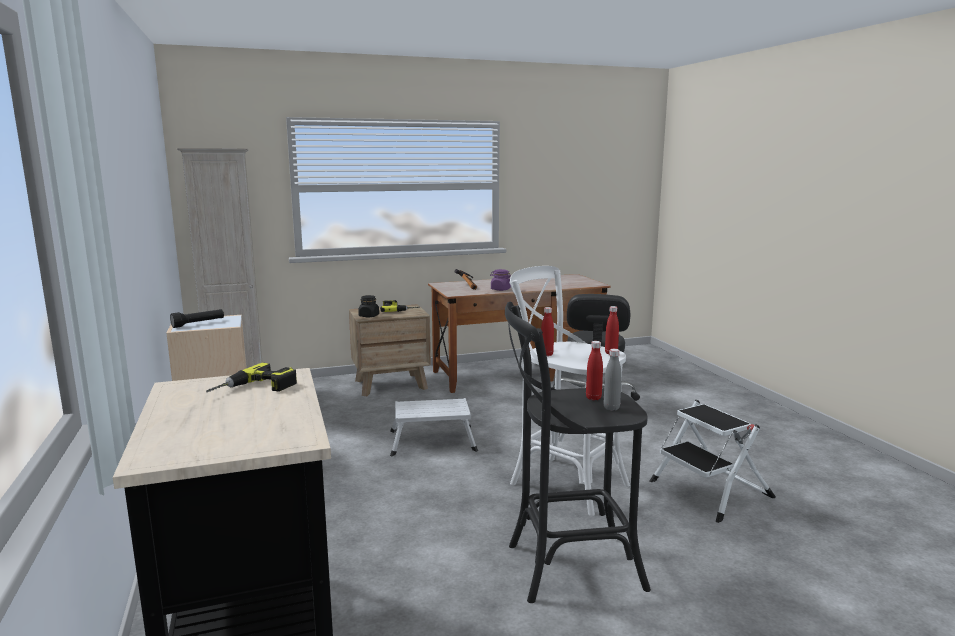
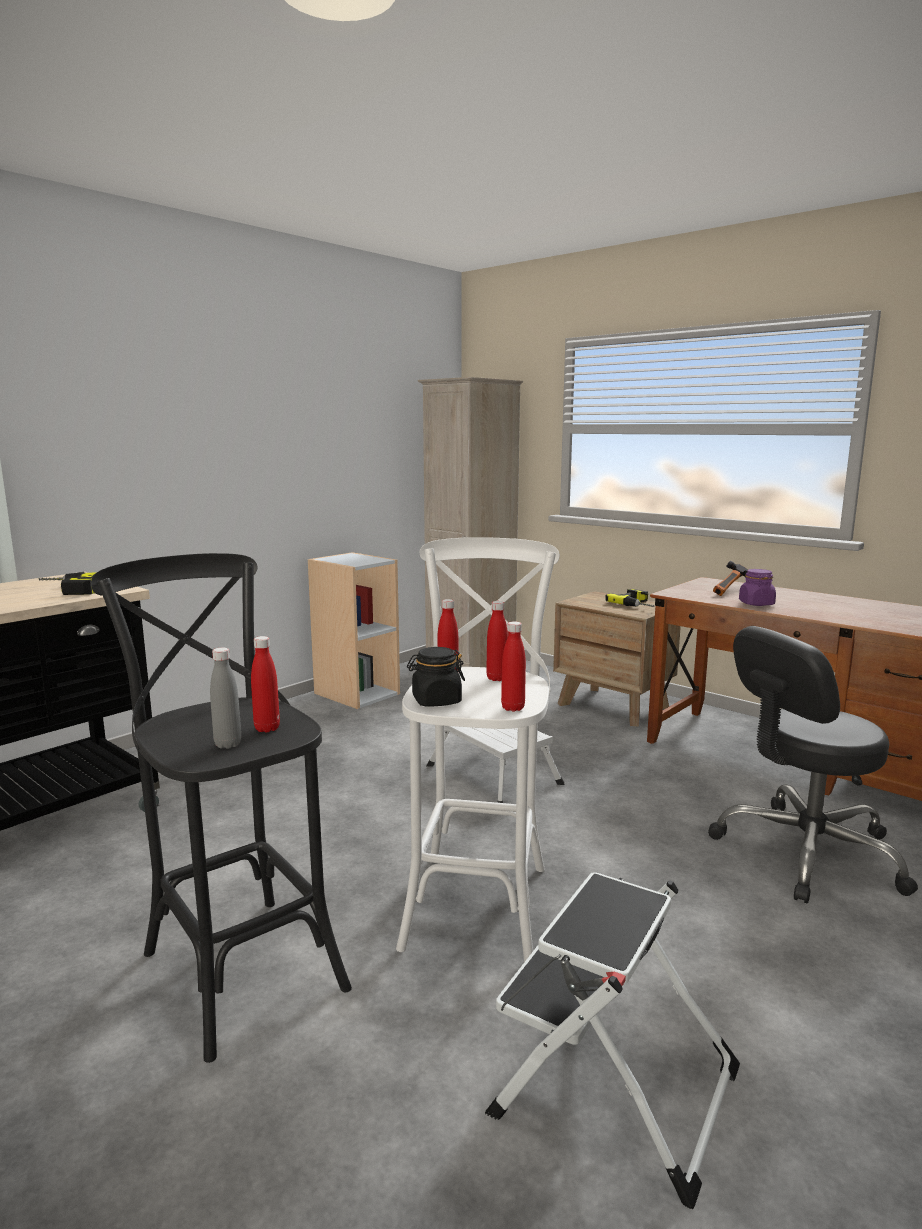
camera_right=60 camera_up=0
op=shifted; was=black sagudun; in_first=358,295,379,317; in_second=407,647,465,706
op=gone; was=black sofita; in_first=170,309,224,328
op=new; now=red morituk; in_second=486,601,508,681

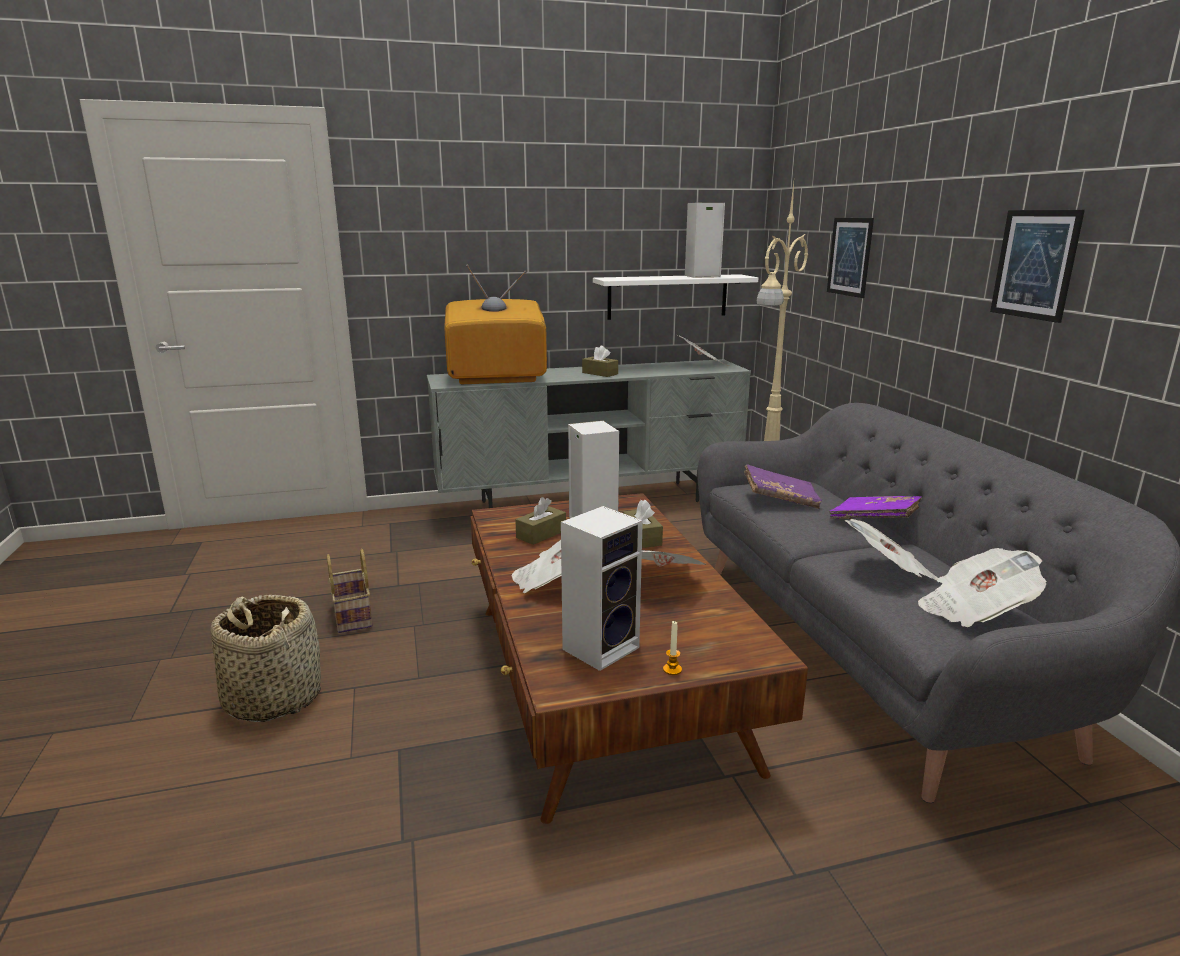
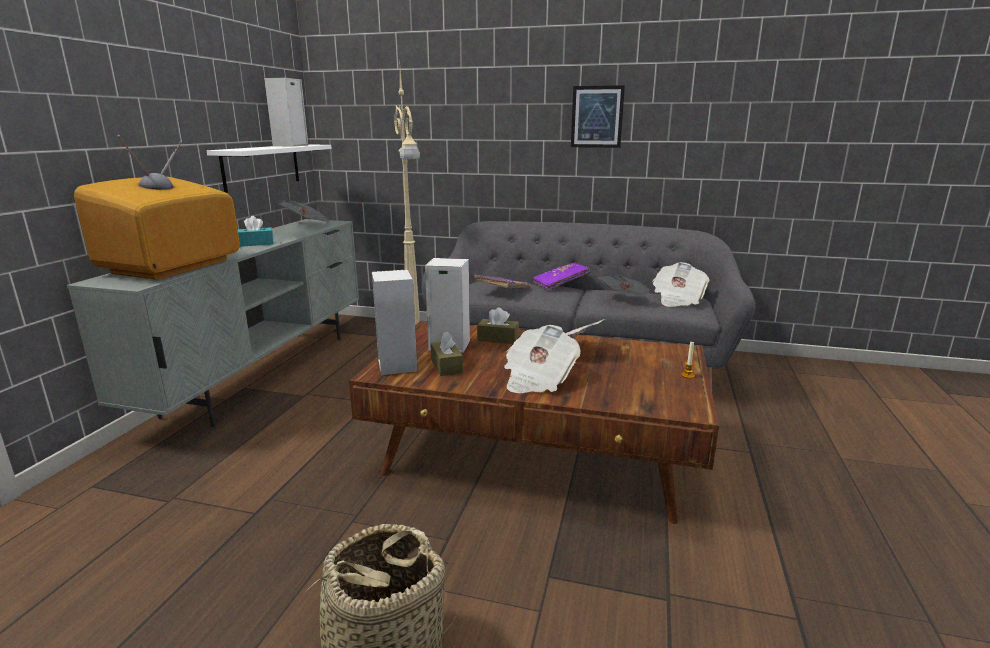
camera_right=-60 camera_up=0
op=gone; was=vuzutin; in_first=827,218,874,298
op=repainted; was=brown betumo; now=turquoise betumo; in_first=582,345,618,377; in_second=238,216,274,247
op=shifted; was=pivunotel; in_first=561,506,643,671; in_second=372,269,417,375
op=gone; was=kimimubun; in_first=327,549,372,633

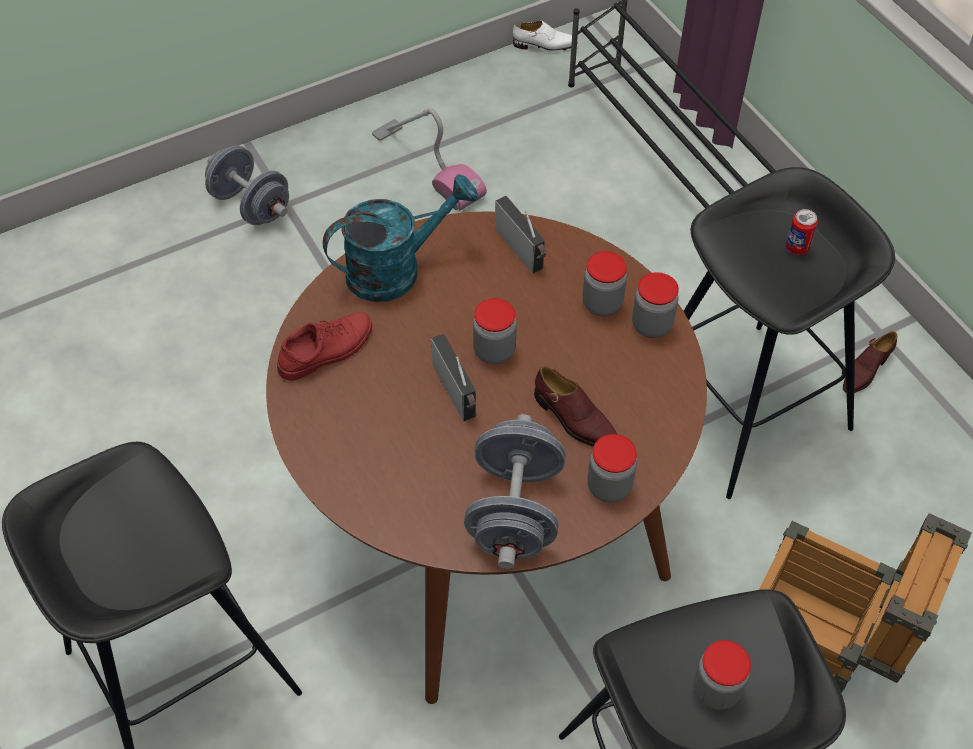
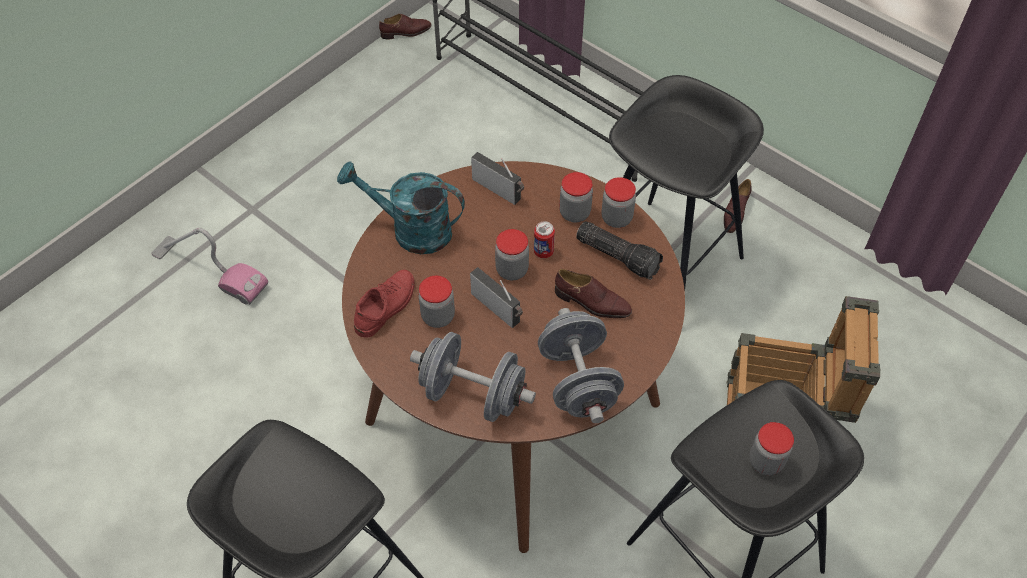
camera_right=-20 camera_up=0
op=repainted; was=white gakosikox; now=brown gakosikox; in_first=513,21,578,52; in_second=379,14,432,39
op=shifted; was=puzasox; in_first=372,109,487,211; in_second=151,228,268,305
op=shifted; was=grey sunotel; in_first=205,146,289,225; in_second=410,332,536,422
op=rotated; was=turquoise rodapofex; in_first=323,174,478,302; in_second=337,161,465,254; clockwise=-120
op=shifted; was=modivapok; in_first=786,209,818,255; in_second=534,221,555,258
op=shifted; was=sagudun; in_first=588,434,637,503; in_second=419,276,455,328
op=new; now=sofita; in_second=576,221,663,280

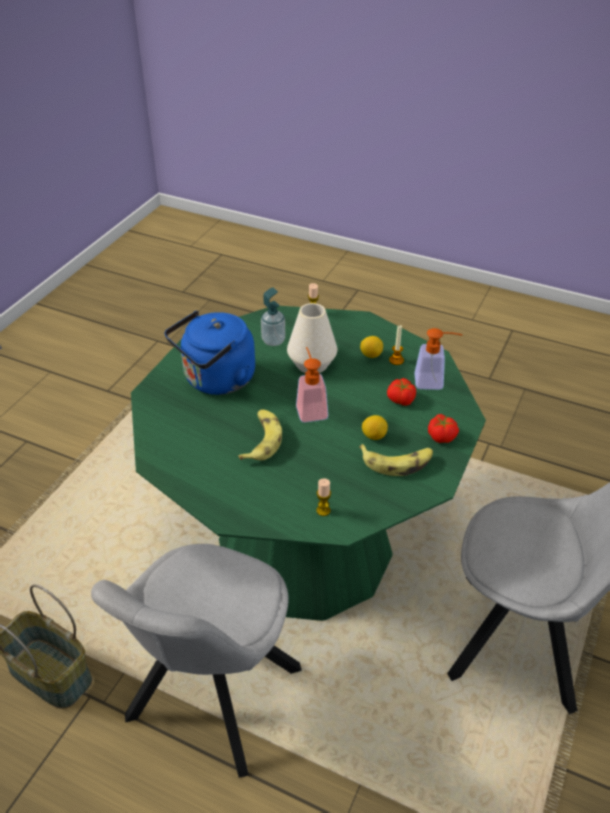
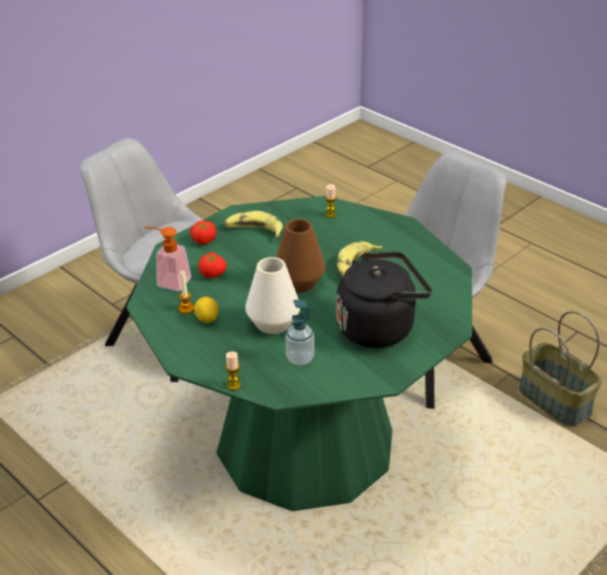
camera_right=-160 camera_up=-5
op=repainted; was=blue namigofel; now=black namigofel; in_first=164,310,255,395; in_second=336,252,432,348
op=swapped; was=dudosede; now=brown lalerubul; in_first=296,347,328,423; in_second=276,219,325,292
op=gone; was=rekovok; in_first=362,415,388,440

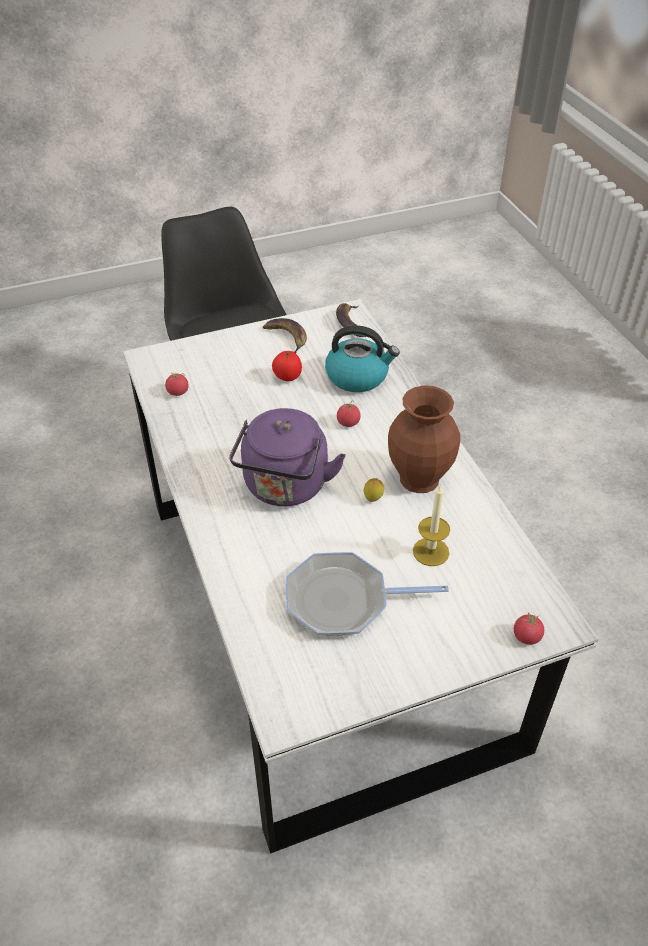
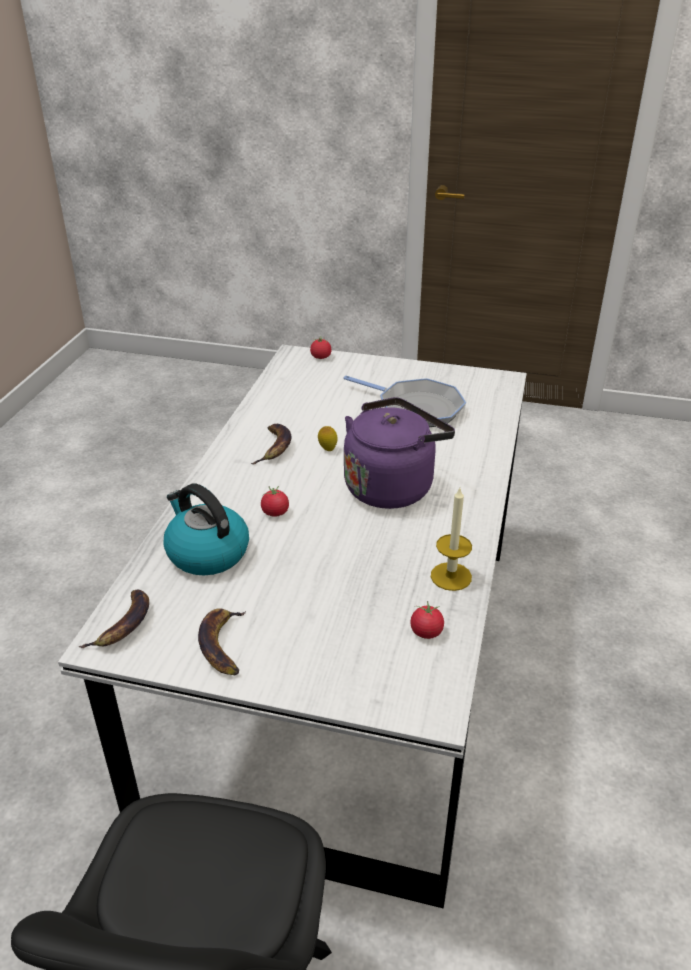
camera_right=-145 camera_up=-10
op=gone; was=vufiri; in_first=272,350,302,382
op=swapped; was=brown lalerubul; now=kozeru; in_first=388,385,460,493; in_second=251,424,292,464
op=shifted; was=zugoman; in_first=413,484,450,566; in_second=431,488,472,591

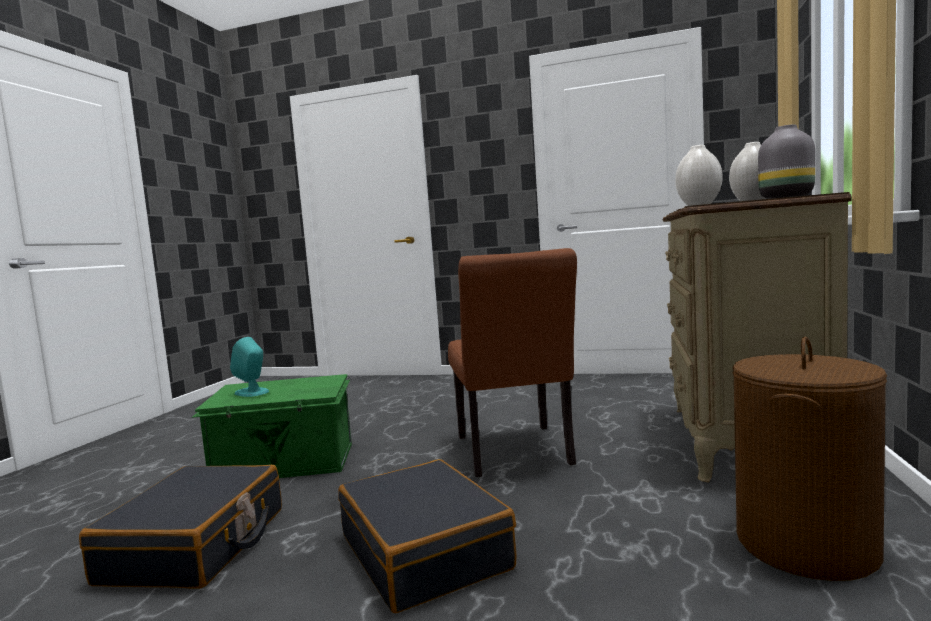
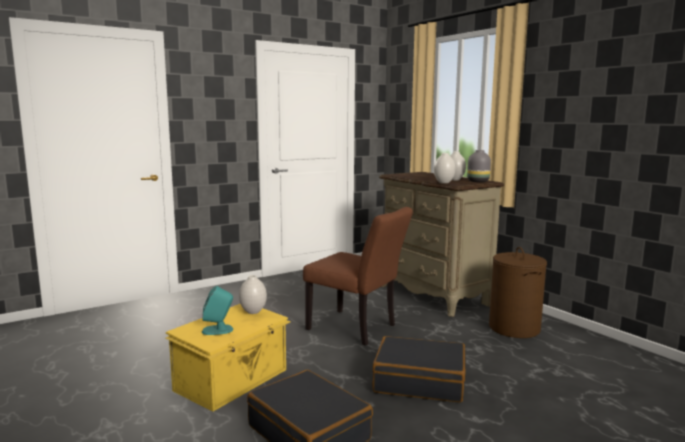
camera_right=-50 camera_up=5
op=repainted; was=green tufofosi; now=yellow tufofosi; in_first=192,374,352,478; in_second=166,304,291,411
op=new; now=white lalerubul; in_second=239,275,267,314

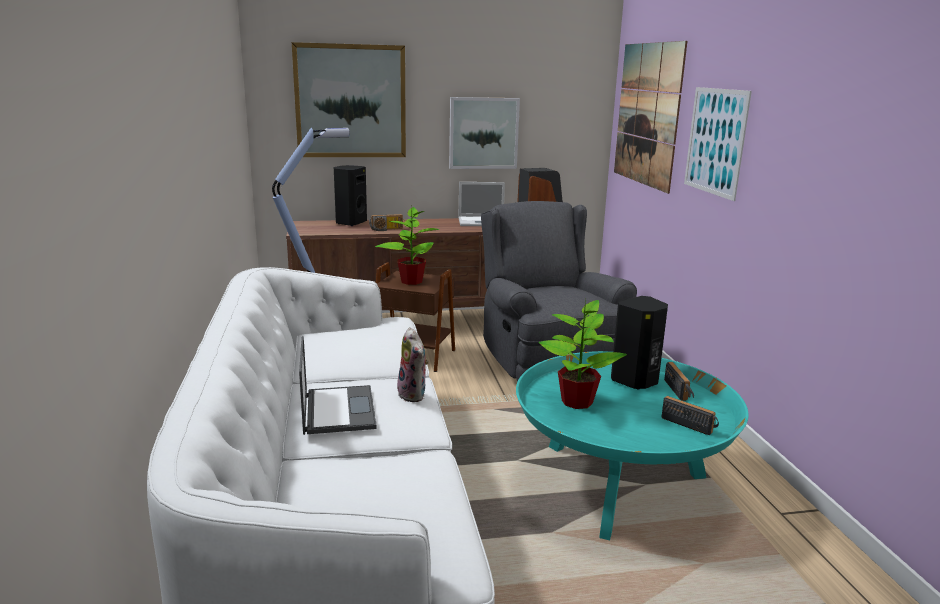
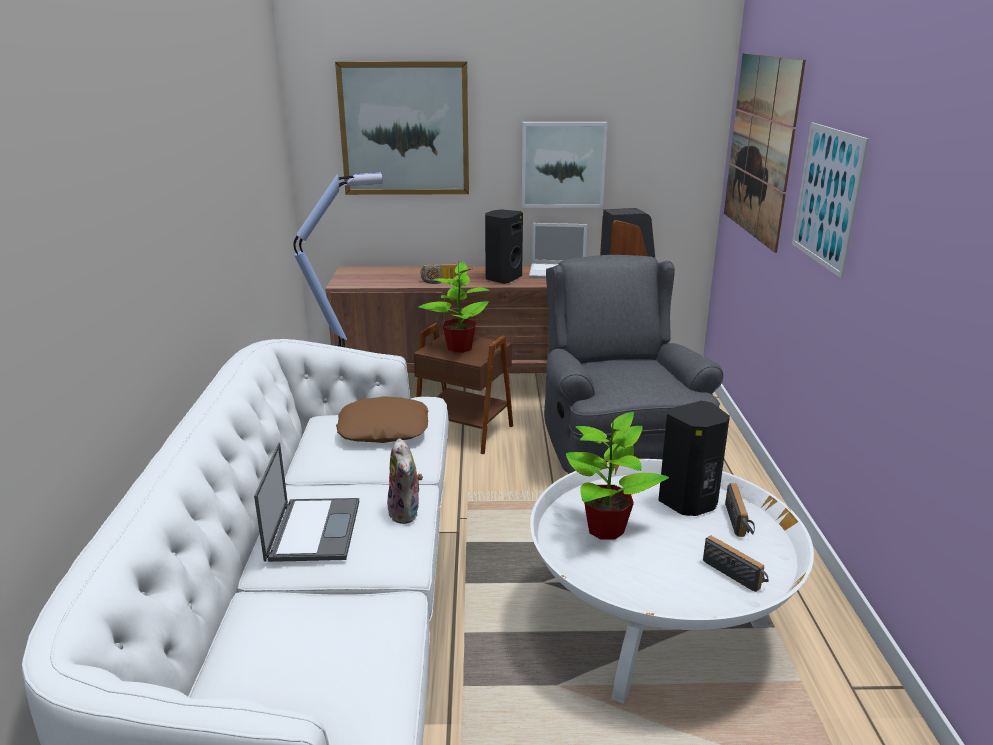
camera_right=10 camera_up=5
op=shifted; was=black pivunotel; in_first=334,165,367,226; in_second=485,209,523,284
op=repainted; was=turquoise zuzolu; now=white zuzolu; in_first=516,351,749,540; in_second=530,459,814,704
op=new; now=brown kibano; in_second=336,396,428,443

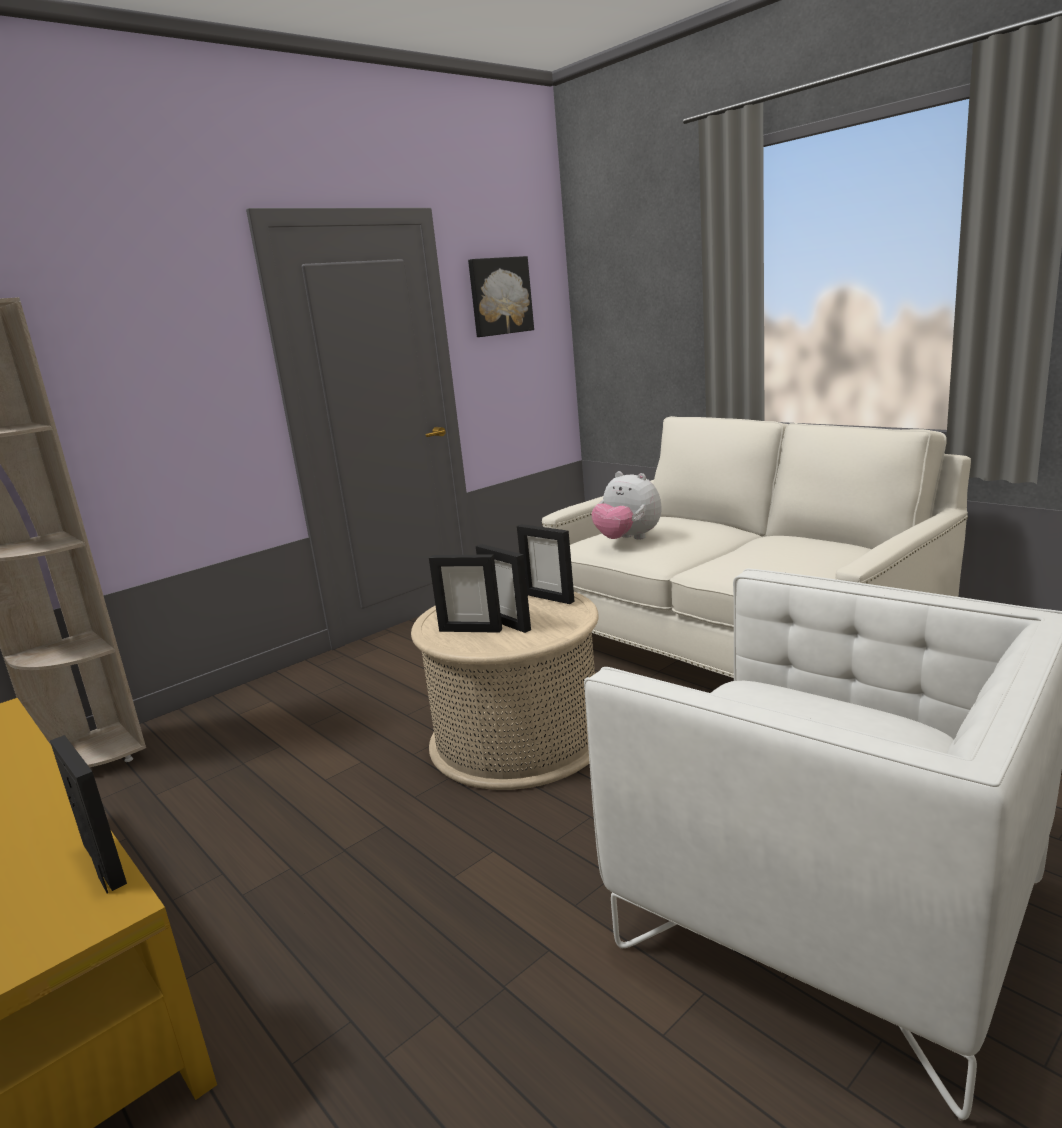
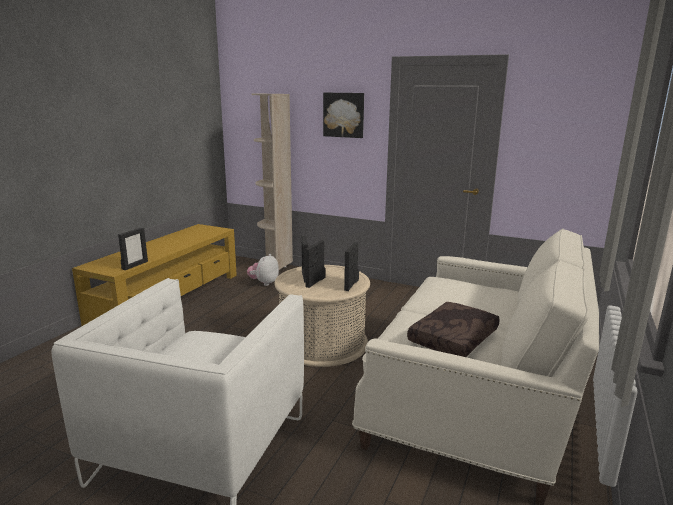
camera_right=65 camera_up=0
op=shifted; was=vuzutin; in_first=468,256,534,337; in_second=323,93,364,138
op=shifted; was=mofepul; in_first=592,471,662,540; in_second=247,254,279,286
op=new; now=brown kibano; in_second=407,302,500,357

